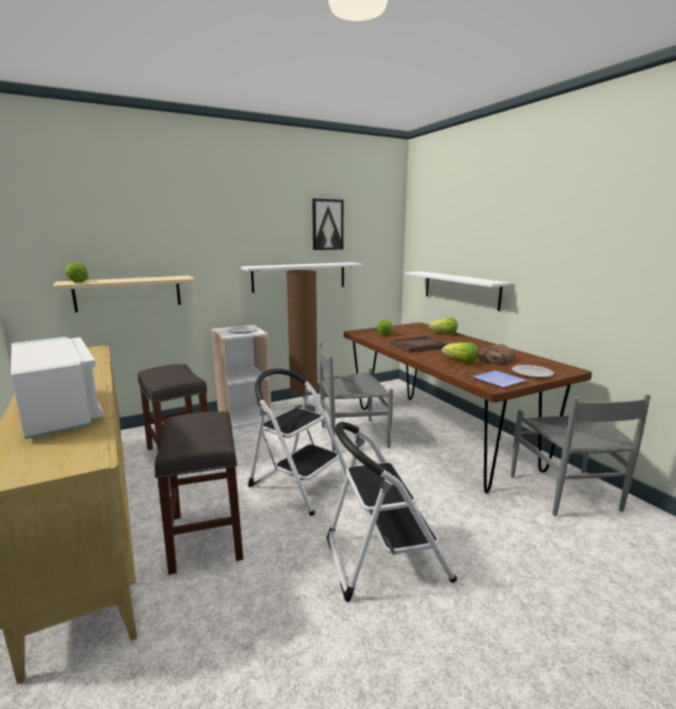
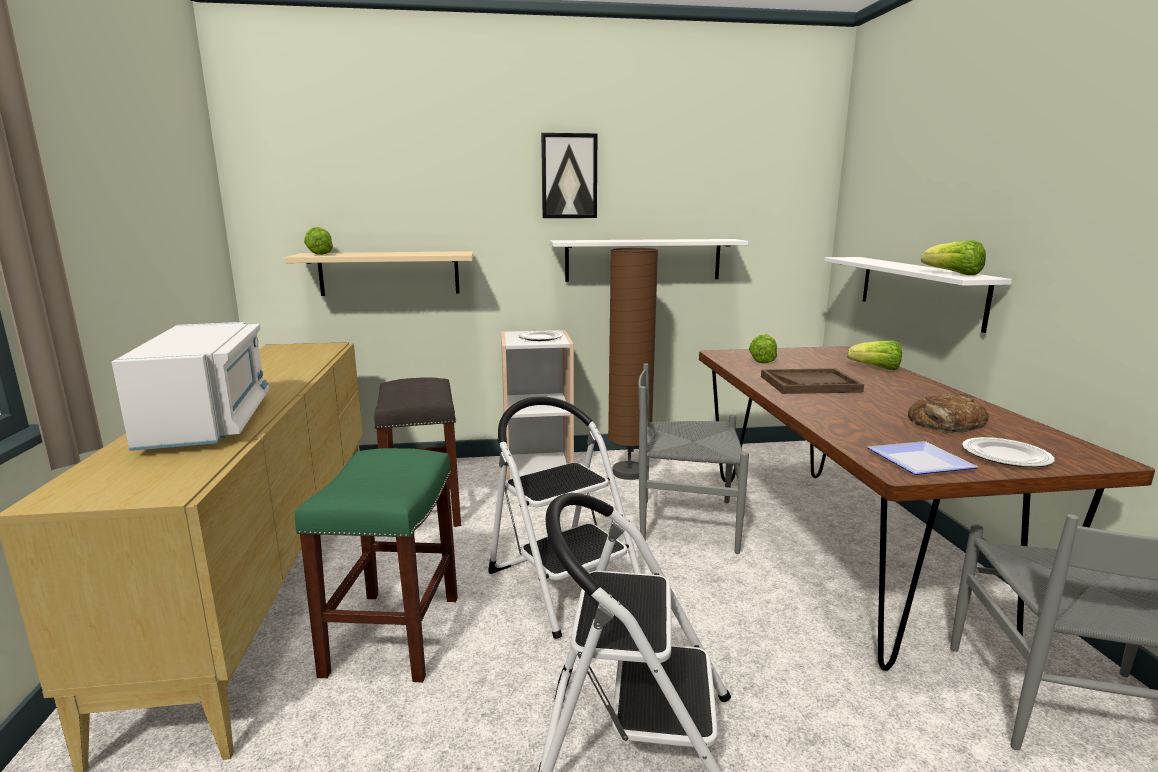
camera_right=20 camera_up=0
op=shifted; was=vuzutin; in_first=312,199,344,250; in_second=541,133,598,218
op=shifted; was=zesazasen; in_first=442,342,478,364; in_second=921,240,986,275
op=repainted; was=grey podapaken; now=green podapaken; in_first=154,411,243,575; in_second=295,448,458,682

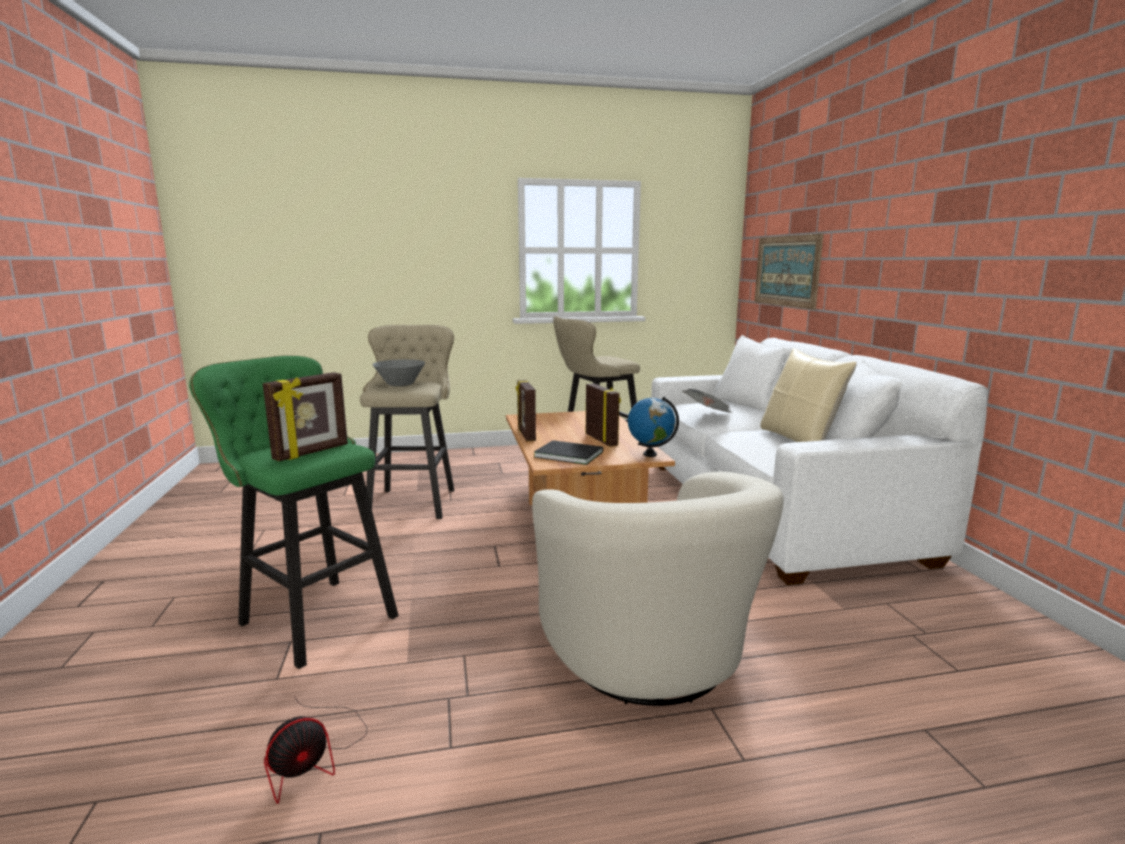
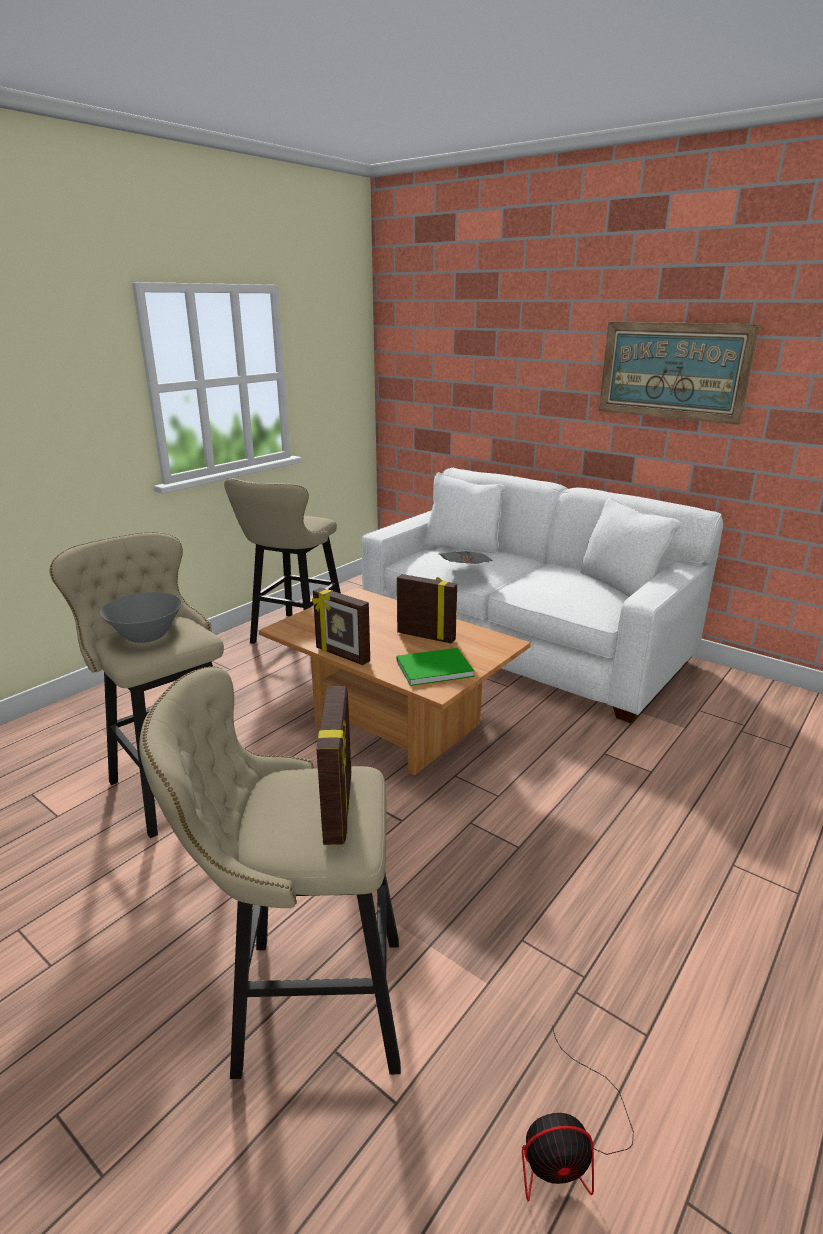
camera_right=-40 camera_up=10
op=shifted; was=vuzutin; in_first=754,233,823,310; in_second=599,321,760,425
op=gone; was=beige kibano; in_first=760,348,856,442
op=repainted; was=green podapaken; now=beige podapaken; in_first=189,355,399,669; in_second=139,666,401,1079
op=gone; was=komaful; in_first=628,396,679,457
op=repainted; was=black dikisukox; now=green dikisukox; in_first=534,440,603,465; in_second=396,648,474,686
op=gone; was=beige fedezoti; in_first=532,472,784,706
op=rotated; was=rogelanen; in_first=264,696,367,804; in_second=522,1026,634,1201; clockwise=75

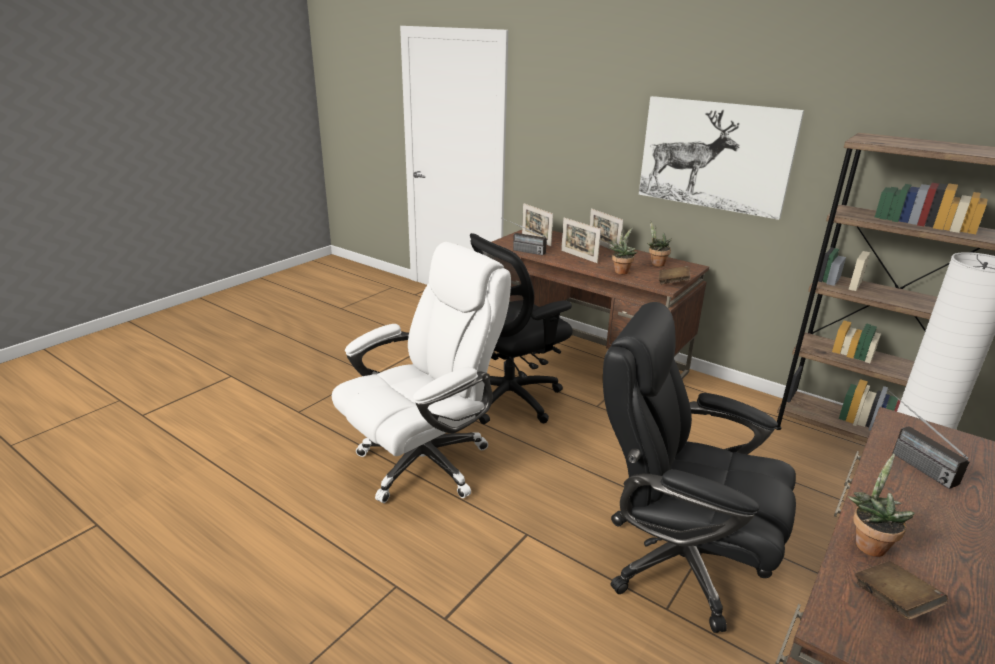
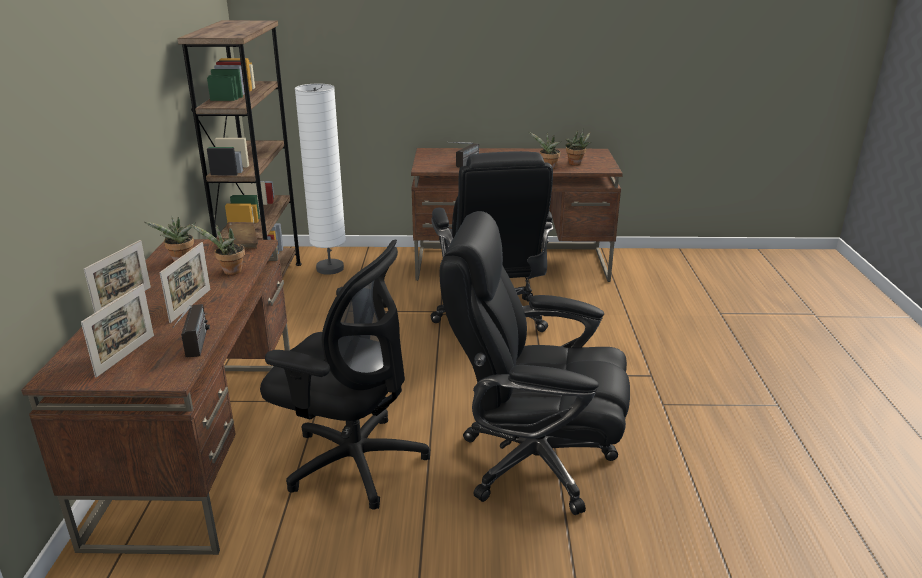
camera_right=-125 camera_up=0
op=gone; was=vuzutin; in_first=639,96,804,220
op=repainted; was=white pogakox; now=black pogakox; in_first=332,242,511,503; in_second=440,211,630,515
op=swapped; was=brown dikisukox; now=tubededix; in_first=855,561,948,620; in_second=565,128,591,165

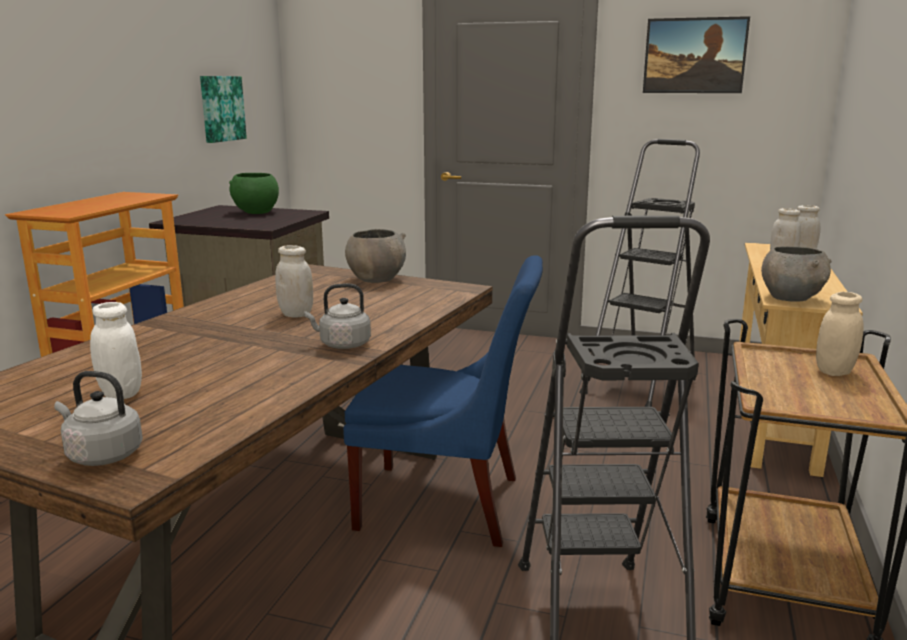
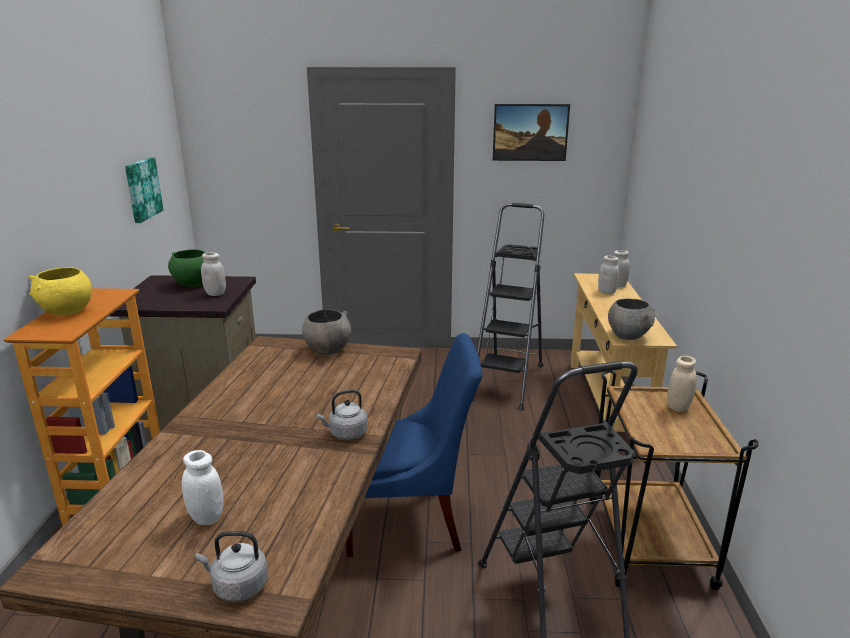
camera_right=-15 camera_up=5
op=shifted; was=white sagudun; in_first=275,245,313,318; in_second=201,252,226,296
op=new; now=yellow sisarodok; in_second=28,268,92,316

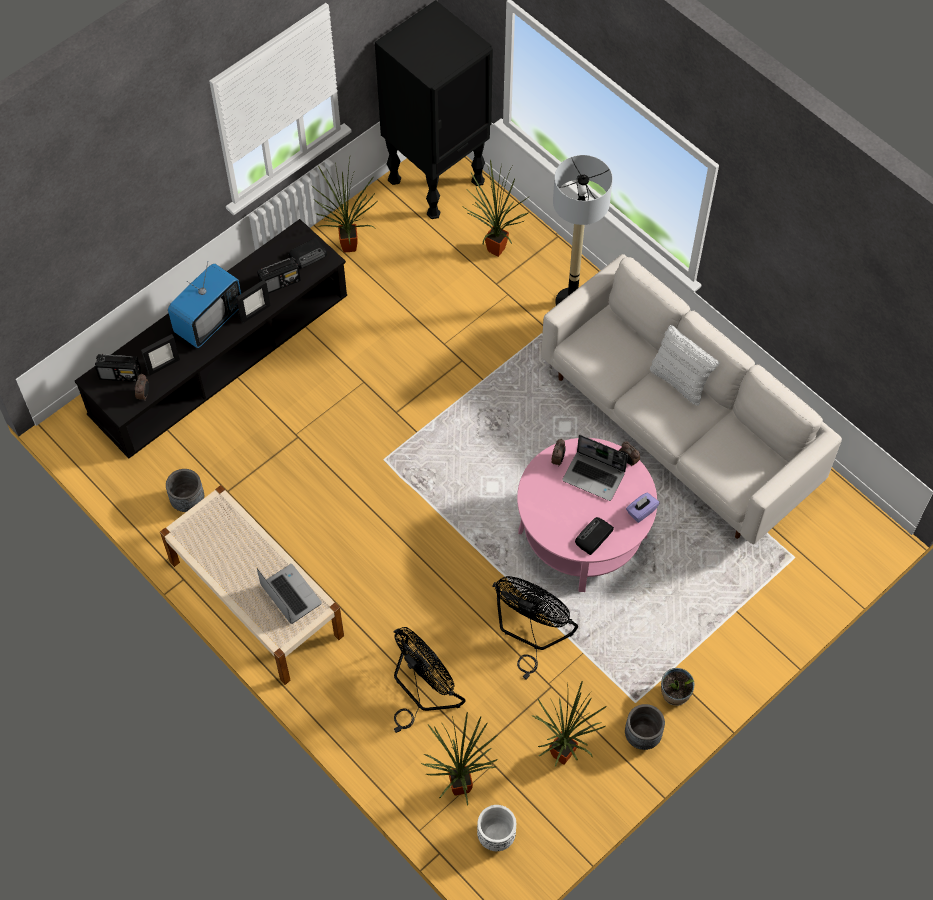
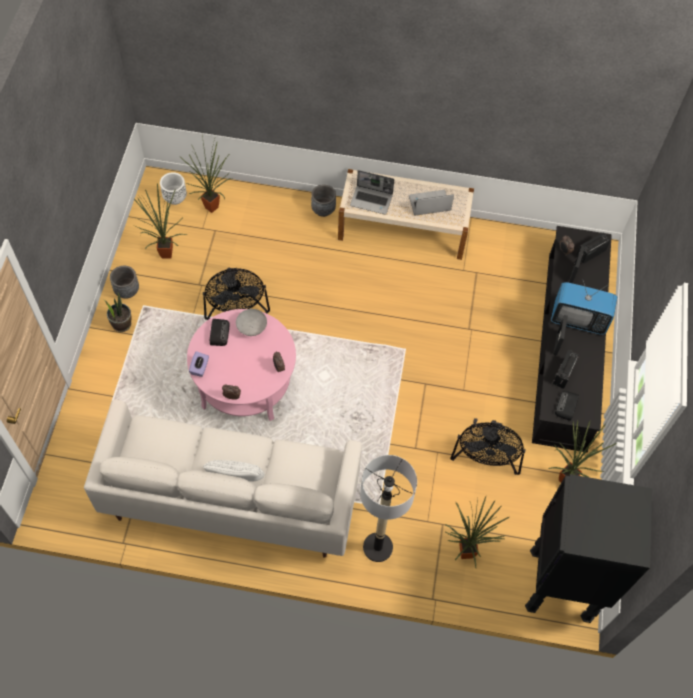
camera_right=140 camera_up=0
op=rotated; was=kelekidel; in_first=168,261,241,348; in_second=551,279,617,335; clockwise=-75
op=shifted; was=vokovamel; in_first=562,435,628,501; in_second=409,190,454,216
op=shifted; was=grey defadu; in_first=166,469,204,512; in_second=311,184,336,217
op=shifted; was=black rogelanen; in_first=394,627,465,733; in_second=450,418,525,475
op=new; now=grey sisarodok; in_second=236,309,267,336

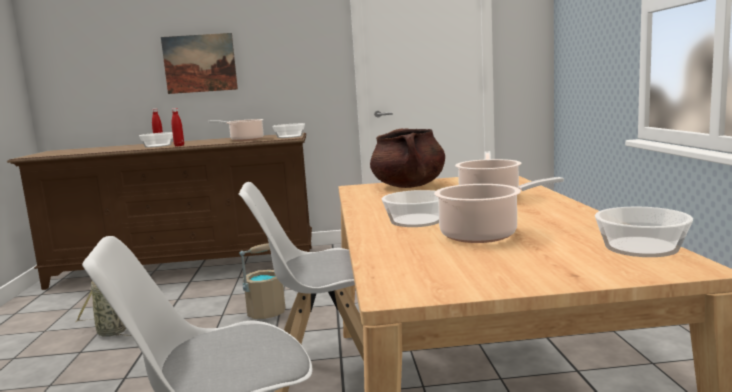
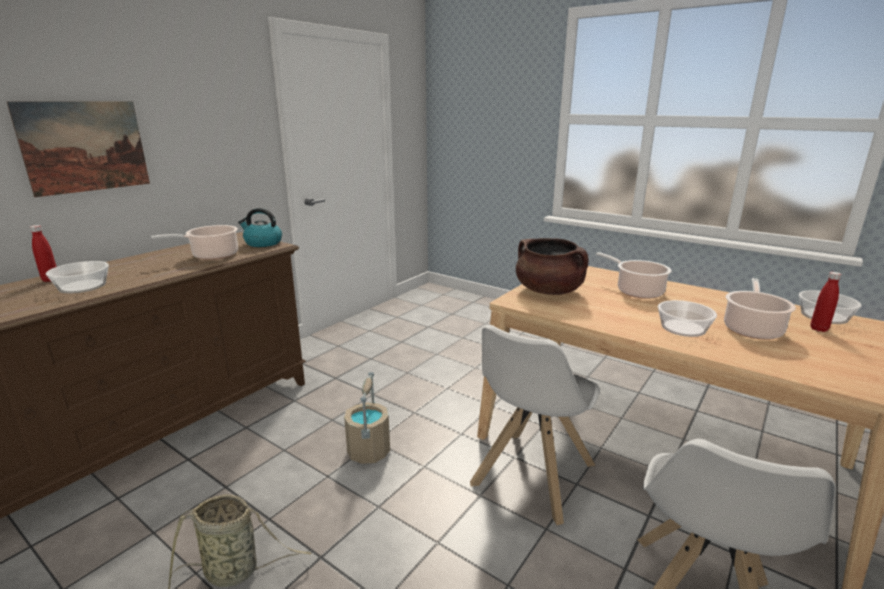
camera_right=-50 camera_up=10
op=shifted; was=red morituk; in_first=172,108,184,146; in_second=811,272,842,332
op=swapped; was=sisarodok; now=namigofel; in_first=272,123,305,138; in_second=238,208,282,247

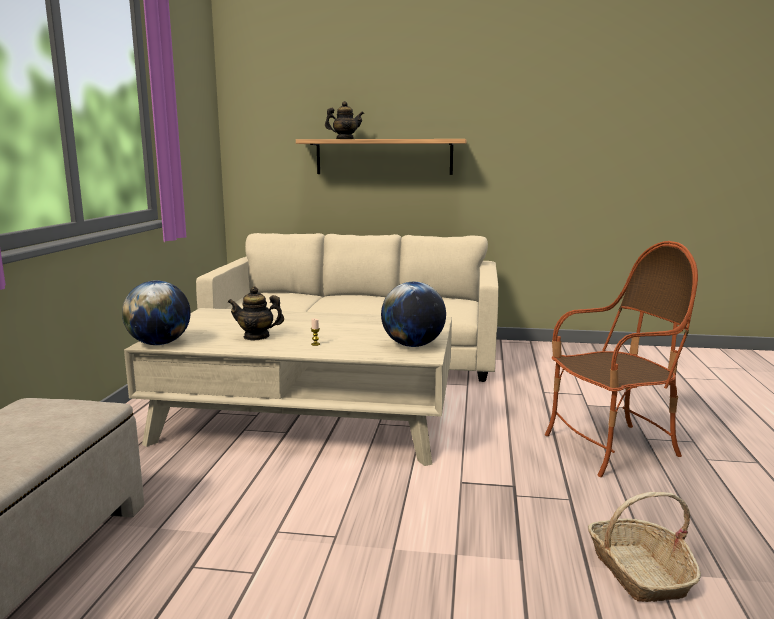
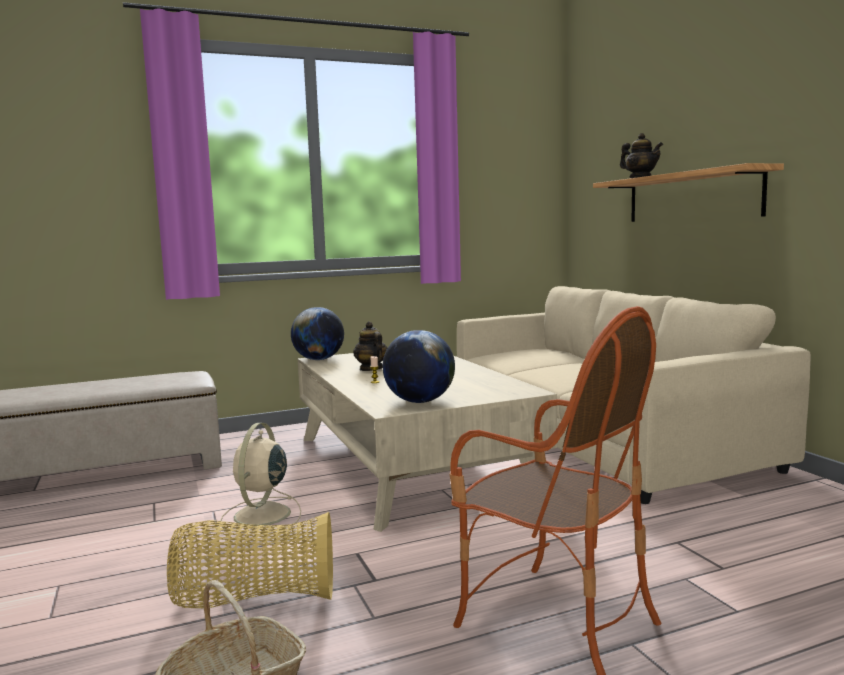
camera_right=60 camera_up=-5
op=new; now=beige rogelanen; in_second=220,423,301,533
op=new; now=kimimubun; in_second=167,512,333,608

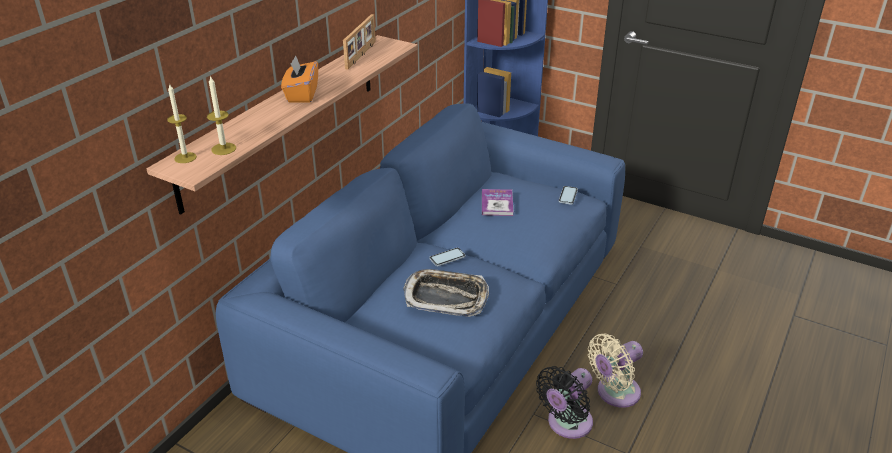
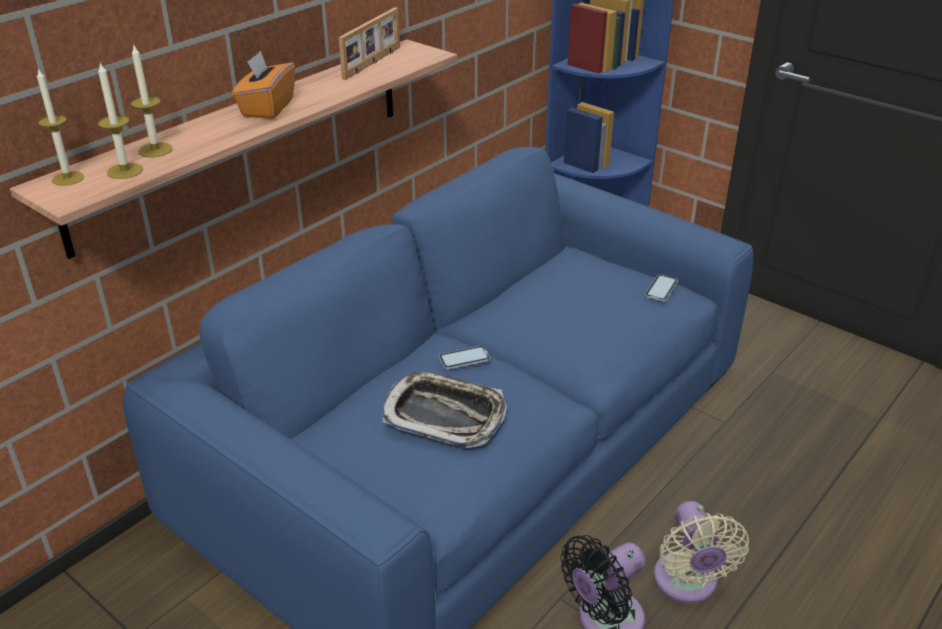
camera_right=10 camera_up=0
op=gone; was=dikisukox; in_first=482,189,514,216
op=rotated; was=beige rogelanen; in_first=588,333,643,408; in_second=653,501,749,604; clockwise=-75
op=new; now=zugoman; in_second=131,46,173,157

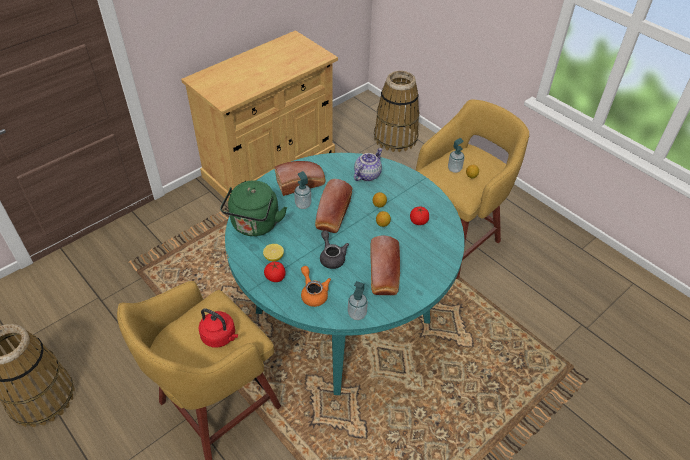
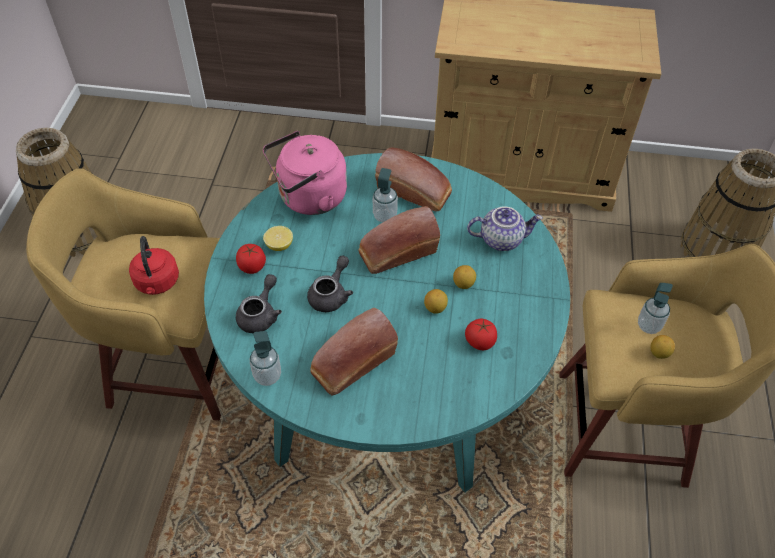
camera_right=50 camera_up=5
op=repainted; was=green namigofel; now=pink namigofel; in_first=220,180,287,236; in_second=263,131,347,215
op=repainted; was=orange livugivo; now=grey livugivo; in_first=301,266,331,307; in_second=236,274,282,333

